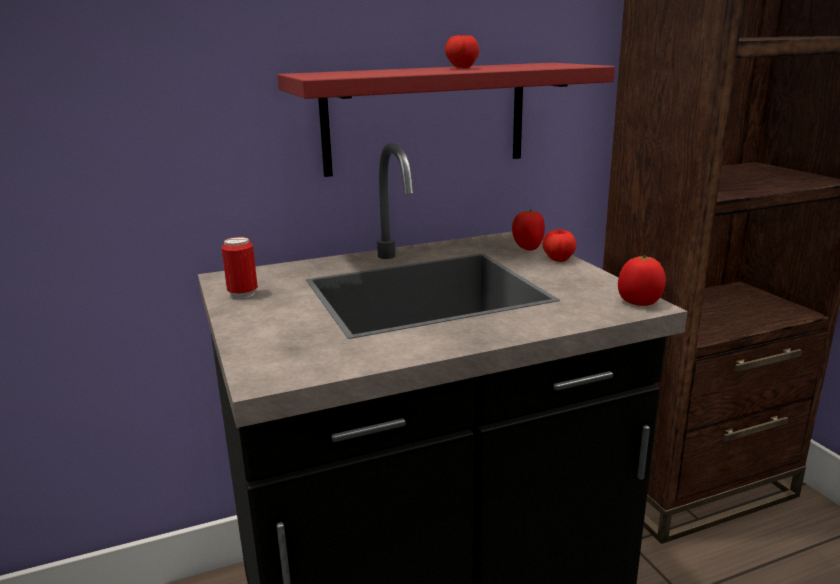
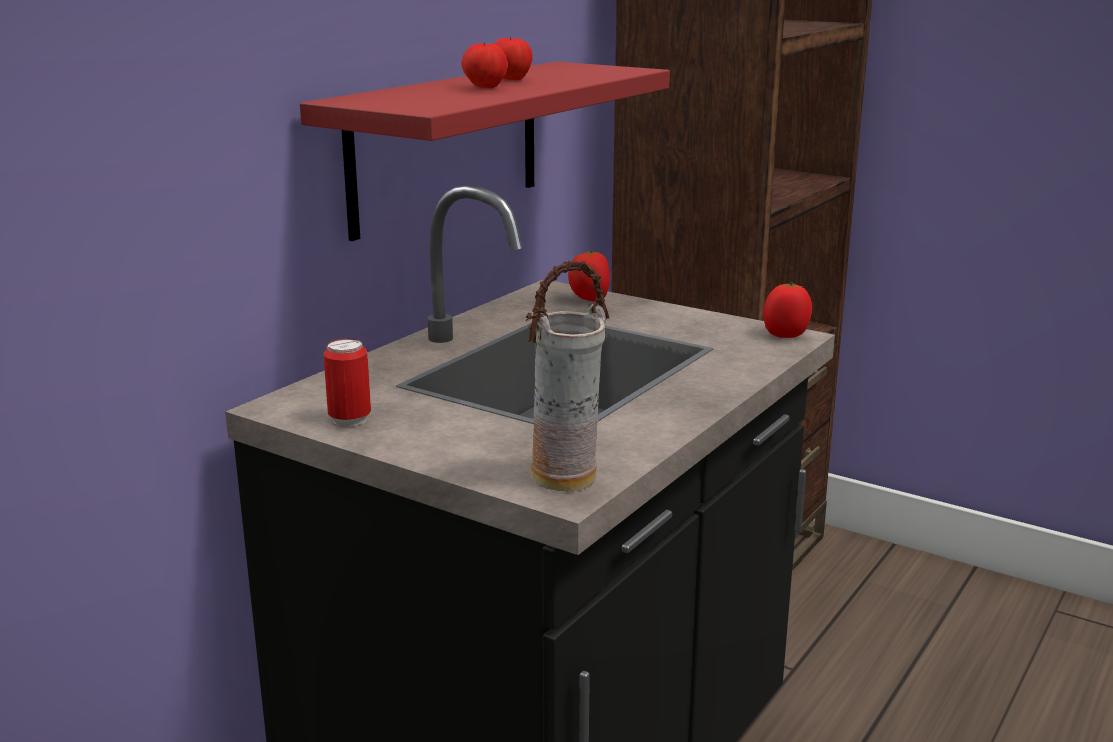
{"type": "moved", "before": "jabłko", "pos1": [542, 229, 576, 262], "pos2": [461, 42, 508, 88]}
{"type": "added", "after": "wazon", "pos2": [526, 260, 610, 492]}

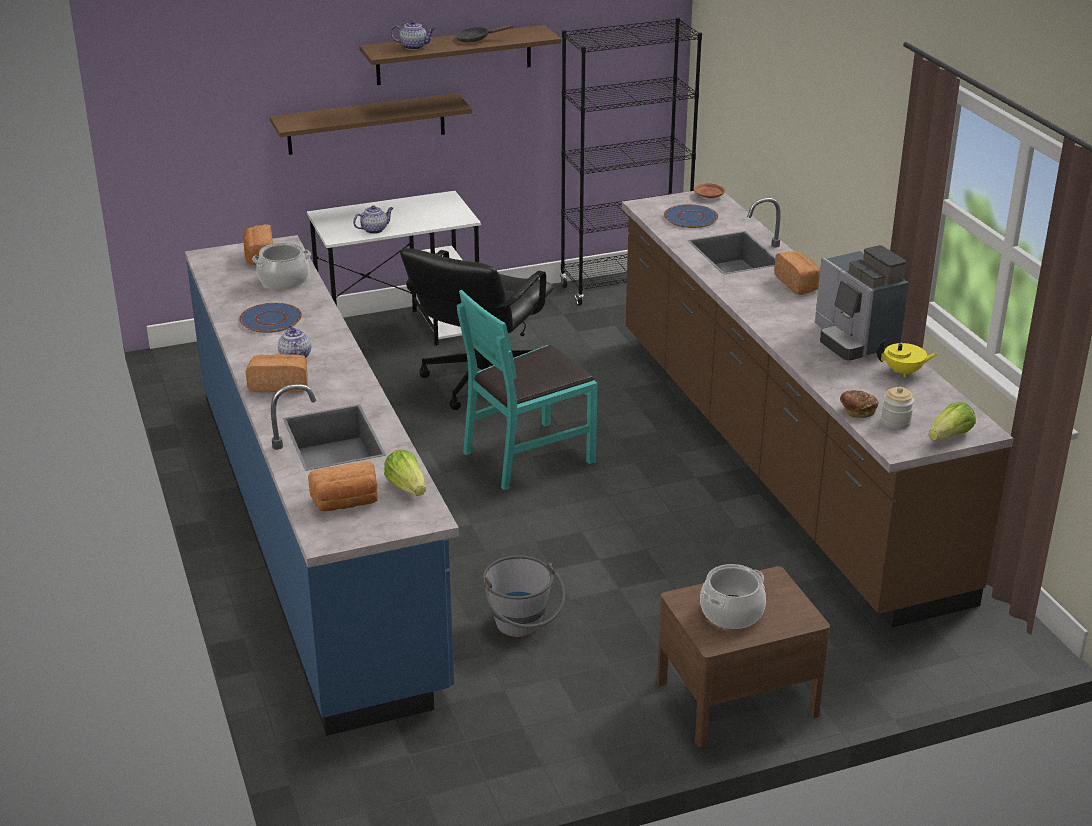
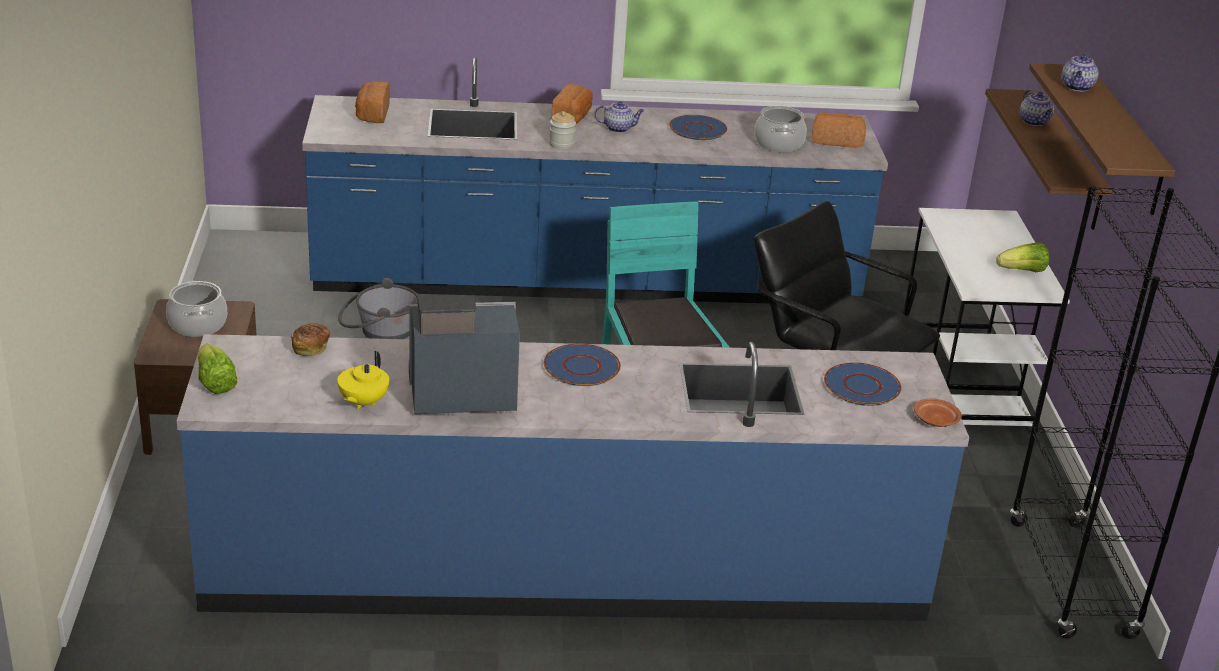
{"type": "moved", "before": "imbryk", "pos1": [353, 205, 393, 234], "pos2": [1020, 90, 1054, 126]}
{"type": "moved", "before": "sałata", "pos1": [384, 450, 426, 496], "pos2": [996, 243, 1049, 272]}
{"type": "removed", "before": "patelnia (czarny)", "pos1": [456, 25, 514, 43]}
{"type": "recoloured", "before": "zabudowa kuchenna (brązowy)", "after": "zabudowa kuchenna (niebieski)", "pos1": [622, 191, 1014, 628], "pos2": [177, 334, 969, 621]}
{"type": "removed", "before": "chleb", "pos1": [774, 251, 820, 295]}
{"type": "moved", "before": "słoik", "pos1": [881, 387, 914, 430], "pos2": [549, 111, 576, 149]}
{"type": "added", "after": "talerz (niebieski)", "pos2": [544, 344, 621, 386]}

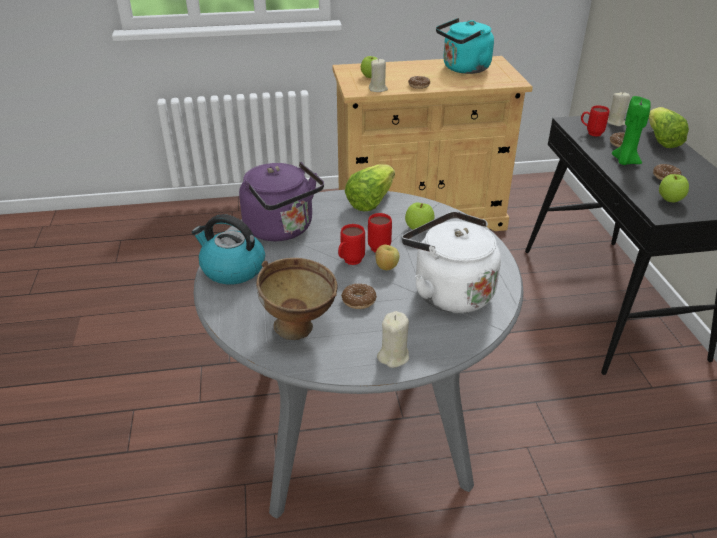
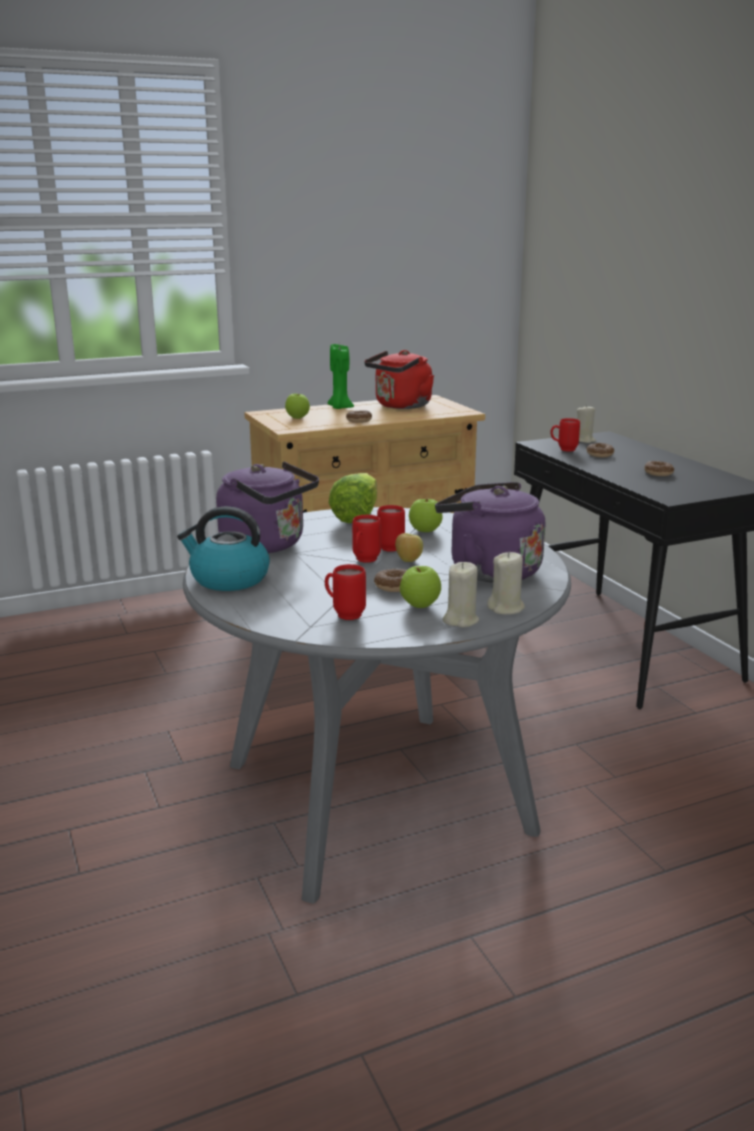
{"type": "replaced", "before": "miska (brązowy)", "after": "kubek (czerwony)", "pos1": [256, 258, 338, 340], "pos2": [325, 564, 366, 620]}
{"type": "moved", "before": "świeca (beżowy)", "pos1": [369, 58, 388, 92], "pos2": [487, 552, 525, 615]}
{"type": "recoloured", "before": "czajnik (biały)", "after": "czajnik (fioletowy)", "pos1": [402, 212, 501, 313], "pos2": [435, 482, 545, 583]}
{"type": "recoloured", "before": "czajnik (turkusowy)", "after": "czajnik (czerwony)", "pos1": [436, 18, 494, 74], "pos2": [364, 350, 434, 409]}
{"type": "moved", "before": "świeca (zielony)", "pos1": [612, 96, 651, 165], "pos2": [328, 344, 354, 409]}
{"type": "removed", "before": "sałata", "pos1": [648, 107, 689, 148]}
{"type": "moved", "before": "jabłko", "pos1": [659, 174, 689, 202], "pos2": [400, 566, 441, 608]}

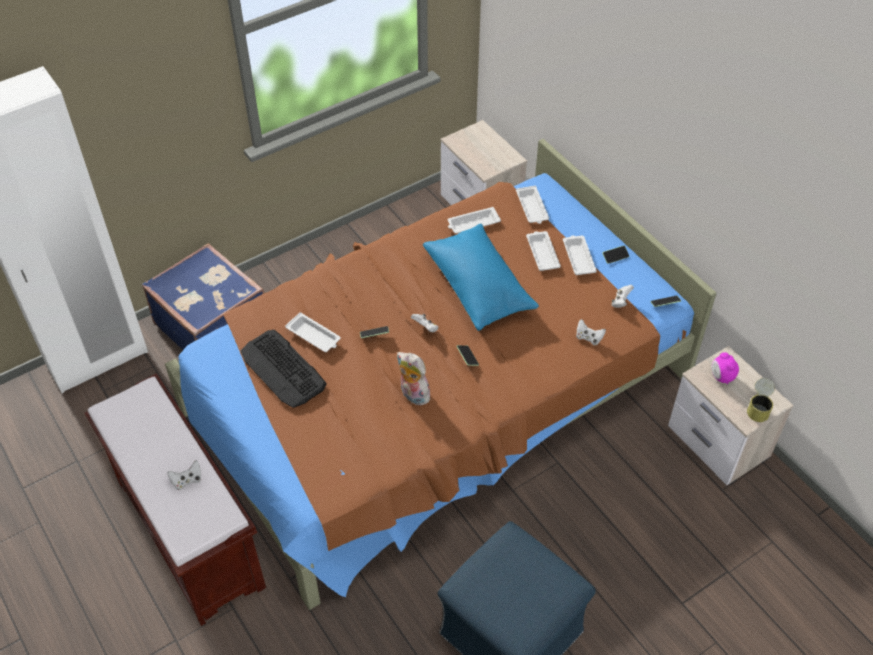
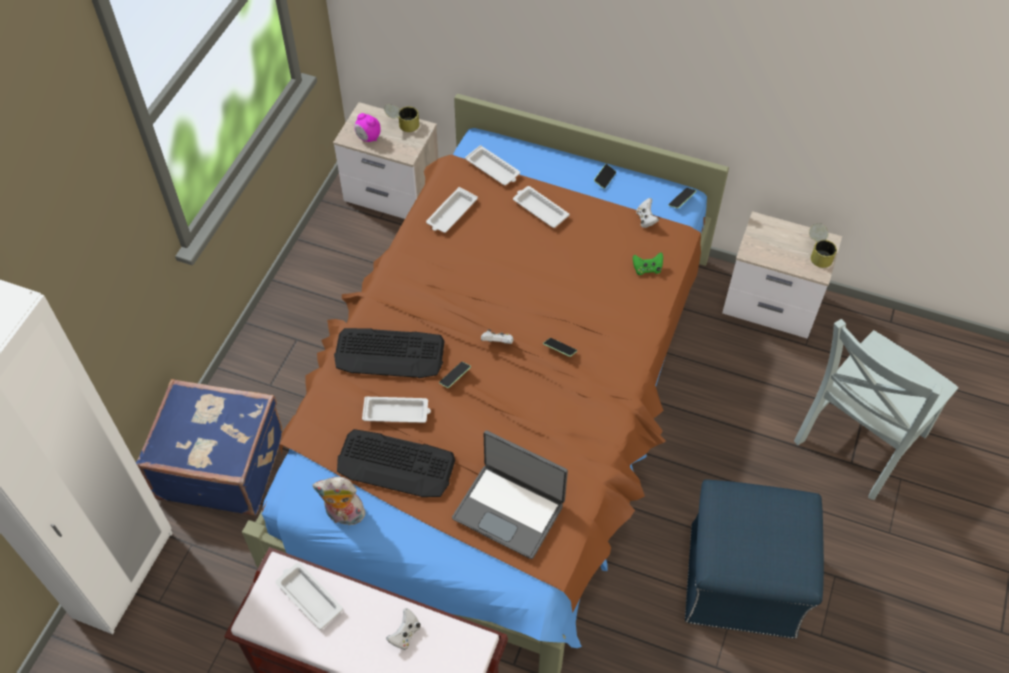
{"type": "moved", "before": "pluszak", "pos1": [397, 352, 430, 405], "pos2": [313, 477, 367, 526]}
{"type": "removed", "before": "poduszka (niebieski)", "pos1": [423, 224, 539, 331]}
{"type": "moved", "before": "taca (biały)", "pos1": [563, 235, 597, 275], "pos2": [276, 563, 343, 630]}
{"type": "recoloured", "before": "pad do gier (biały)", "after": "pad do gier (zielony)", "pos1": [576, 319, 606, 345], "pos2": [633, 252, 663, 275]}
{"type": "moved", "before": "budzik", "pos1": [711, 352, 739, 384], "pos2": [355, 113, 381, 142]}
{"type": "added", "after": "klawiatura", "pos2": [334, 328, 444, 378]}
{"type": "added", "after": "puszka", "pos2": [384, 104, 420, 132]}
{"type": "added", "after": "laptop", "pos2": [452, 430, 568, 559]}
{"type": "added", "after": "krzesło (szary)", "pos2": [794, 319, 959, 500]}

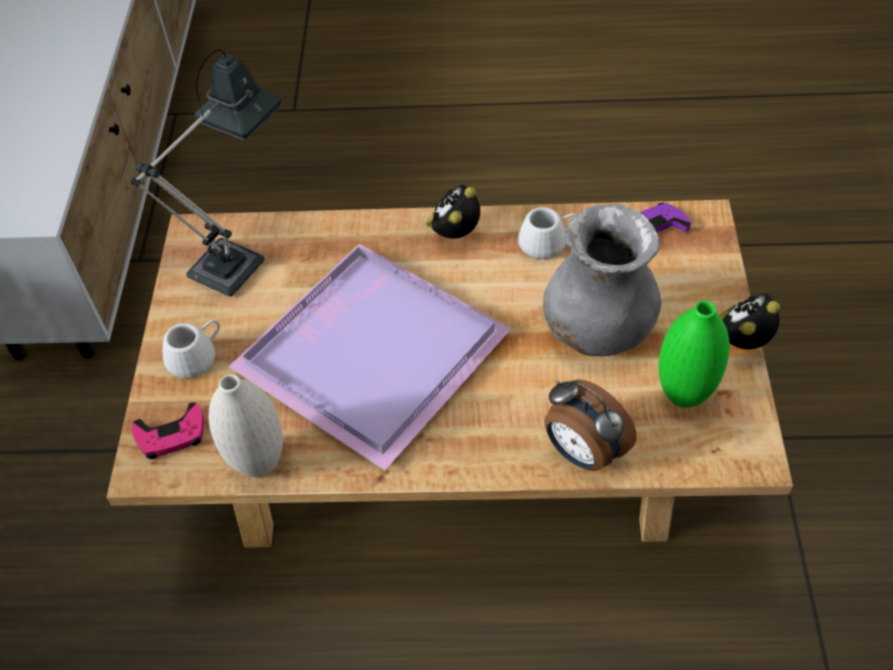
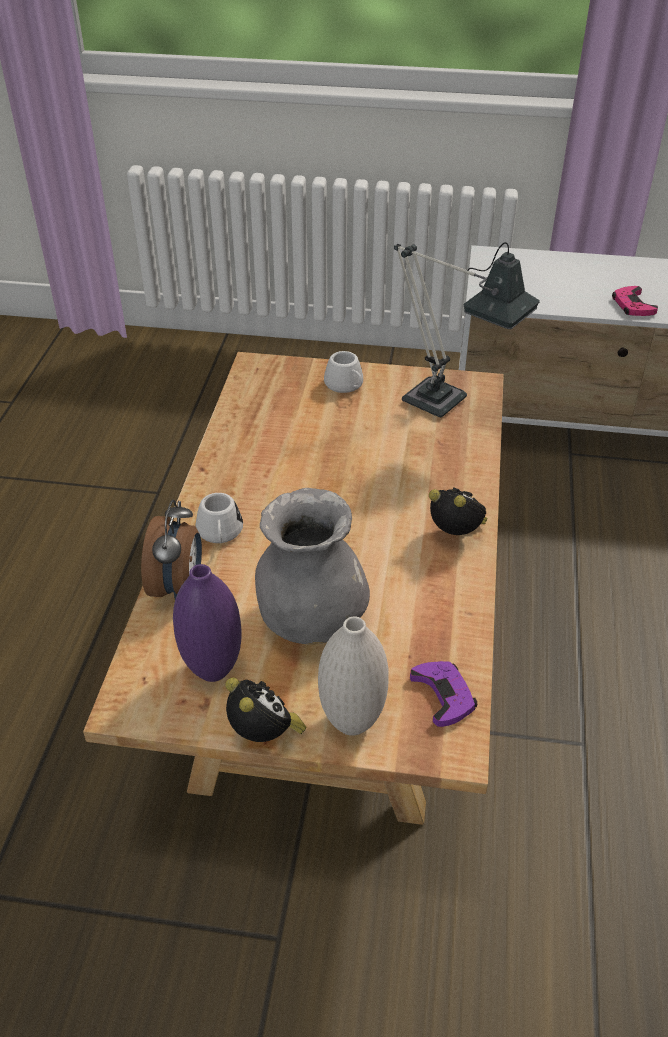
{"type": "moved", "before": "pad do gier (różowy)", "pos1": [132, 402, 204, 459], "pos2": [612, 286, 658, 316]}
{"type": "moved", "before": "wazon (biały)", "pos1": [208, 374, 283, 477], "pos2": [318, 617, 389, 736]}
{"type": "removed", "before": "taca (fioletowy)", "pos1": [229, 244, 511, 470]}
{"type": "moved", "before": "kubek (biały)", "pos1": [518, 207, 576, 259], "pos2": [196, 493, 243, 543]}
{"type": "turned", "before": "budzik", "pos1": [544, 379, 637, 471], "pos2": [141, 500, 202, 599], "turn": 135}
{"type": "recoloured", "before": "wazon (zielony)", "after": "wazon (fioletowy)", "pos1": [659, 301, 730, 408], "pos2": [173, 564, 241, 682]}

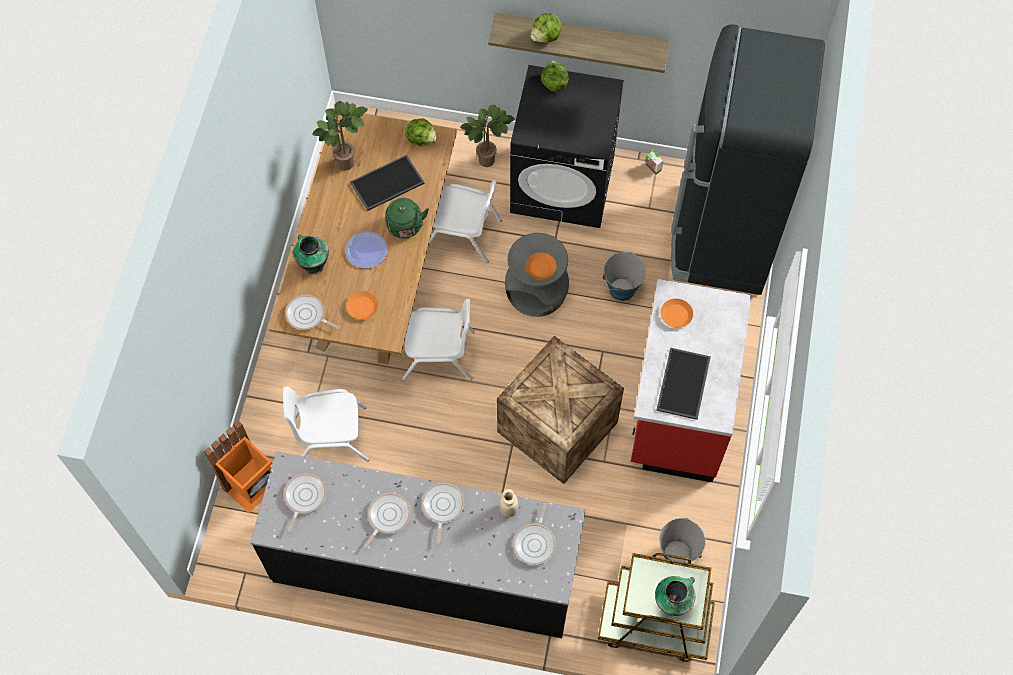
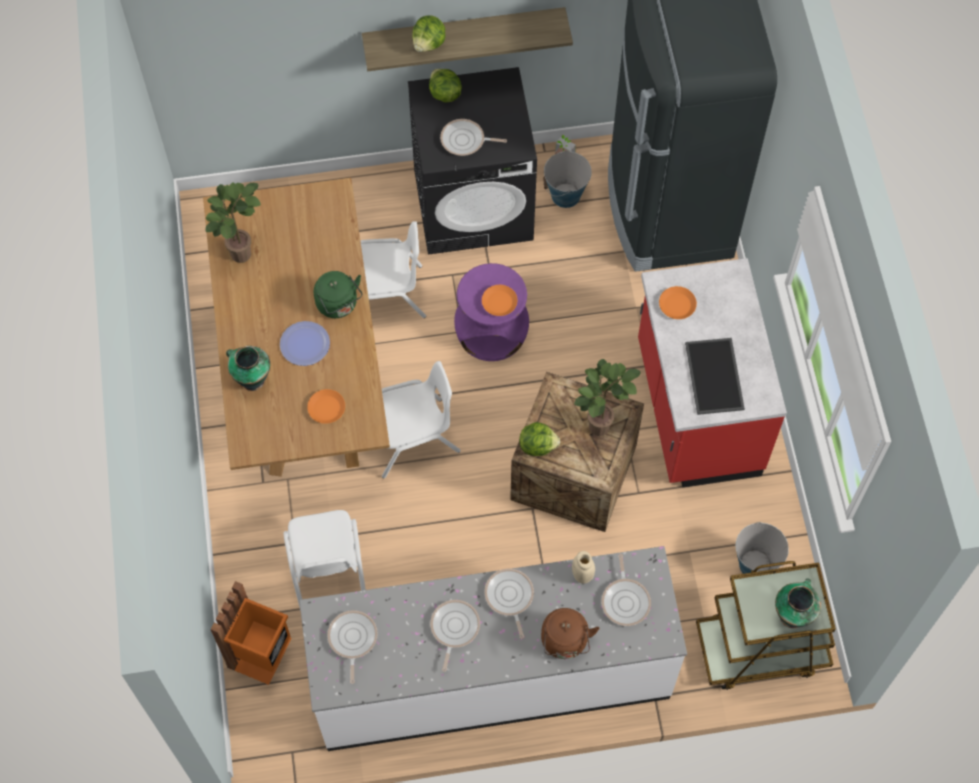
{"type": "recoloured", "before": "zabudowa kuchenna (czarny)", "after": "zabudowa kuchenna (biały)", "pos1": [250, 451, 586, 638], "pos2": [299, 546, 687, 751]}
{"type": "turned", "before": "krzesło (biały)", "pos1": [283, 387, 369, 462], "pos2": [283, 510, 366, 611], "turn": -75}
{"type": "moved", "before": "patelnia", "pos1": [285, 295, 340, 330], "pos2": [440, 119, 507, 156]}
{"type": "removed", "before": "taca", "pos1": [350, 155, 425, 211]}
{"type": "moved", "before": "sałata", "pos1": [405, 119, 437, 146], "pos2": [519, 422, 560, 456]}
{"type": "moved", "before": "roślina doniczkowa", "pos1": [460, 105, 515, 167], "pos2": [574, 359, 641, 436]}
{"type": "recoloured", "before": "stołek (szary)", "after": "stołek (fioletowy)", "pos1": [505, 233, 569, 317], "pos2": [454, 263, 529, 361]}
{"type": "moved", "before": "wiadro", "pos1": [602, 252, 646, 301], "pos2": [543, 150, 592, 208]}
{"type": "added", "after": "czajnik (brązowy)", "pos2": [541, 608, 599, 659]}

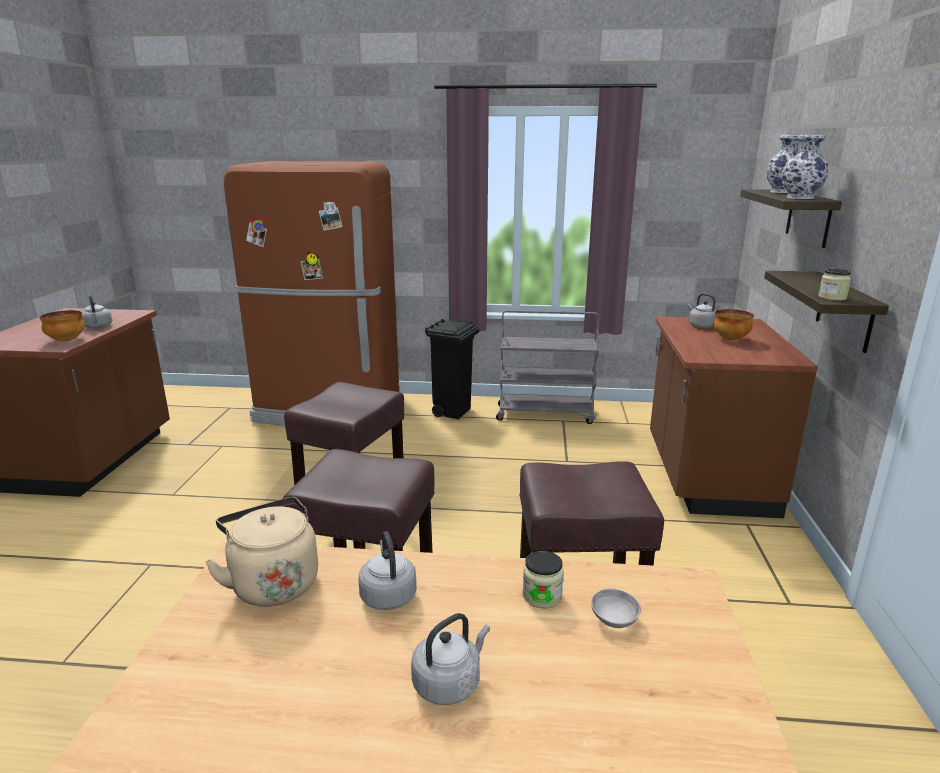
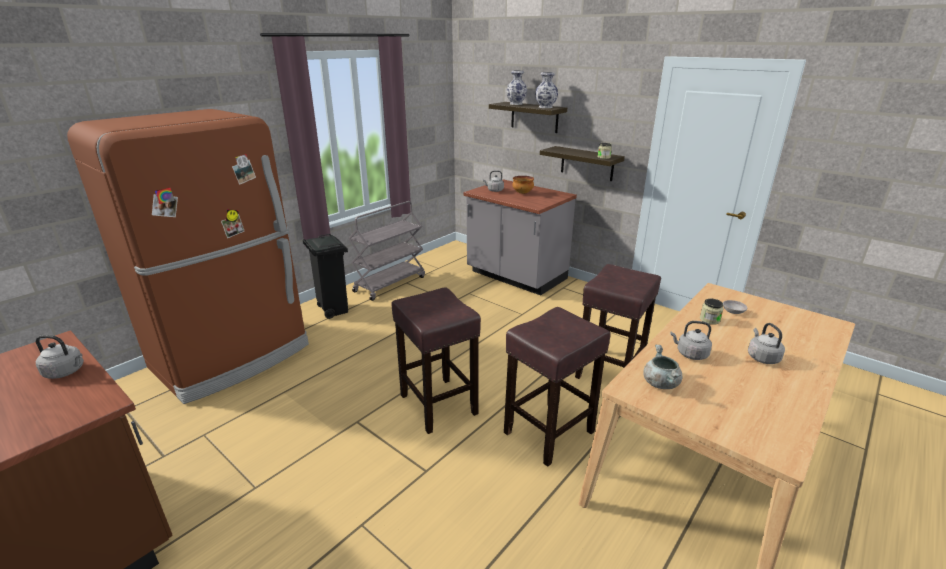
{"type": "removed", "before": "miska", "pos1": [40, 310, 85, 341]}
{"type": "replaced", "before": "czajnik (beżowy)", "after": "garnek (szary)", "pos1": [205, 497, 318, 606], "pos2": [643, 345, 682, 389]}
{"type": "recoloured", "before": "zabudowa kuchenna (brązowy)", "after": "zabudowa kuchenna (szary)", "pos1": [650, 317, 818, 518], "pos2": [463, 179, 577, 296]}

